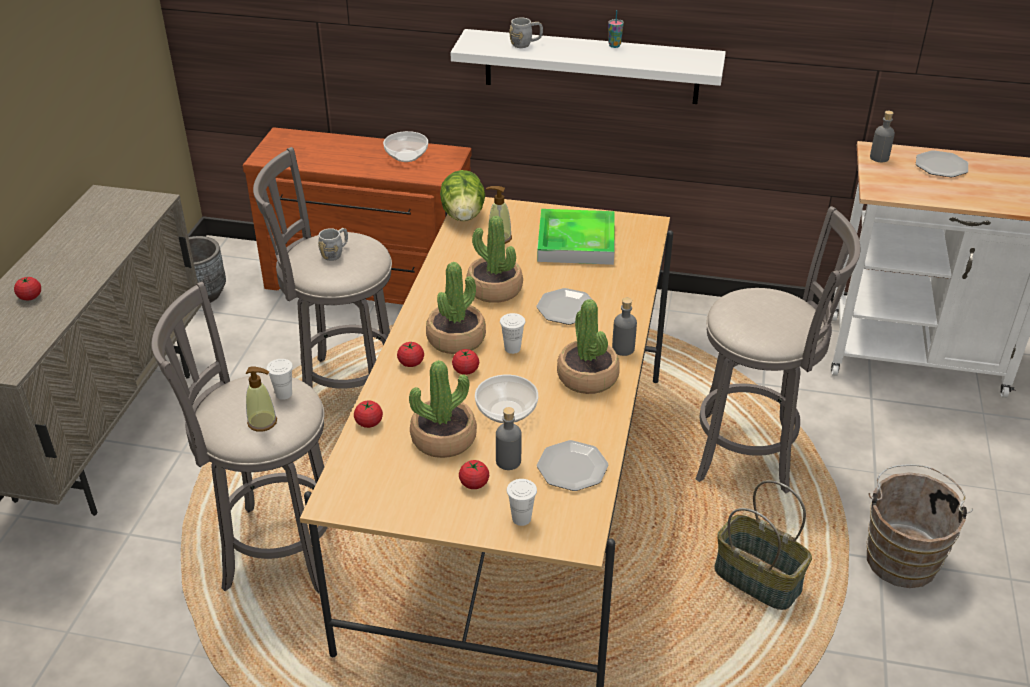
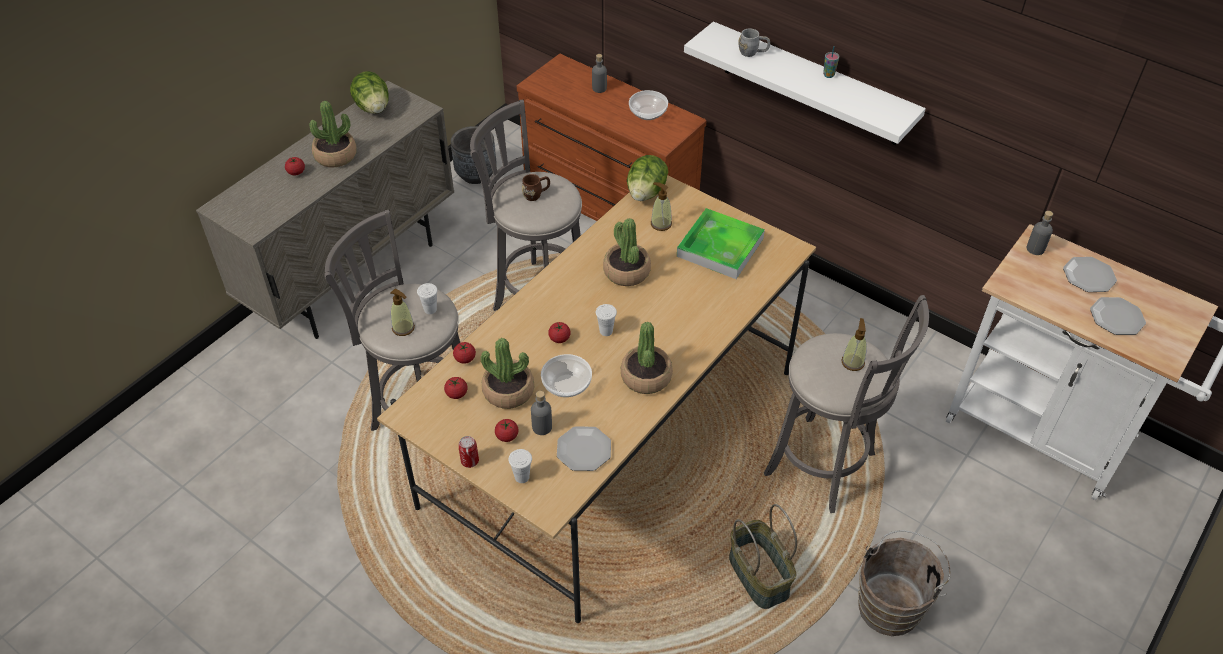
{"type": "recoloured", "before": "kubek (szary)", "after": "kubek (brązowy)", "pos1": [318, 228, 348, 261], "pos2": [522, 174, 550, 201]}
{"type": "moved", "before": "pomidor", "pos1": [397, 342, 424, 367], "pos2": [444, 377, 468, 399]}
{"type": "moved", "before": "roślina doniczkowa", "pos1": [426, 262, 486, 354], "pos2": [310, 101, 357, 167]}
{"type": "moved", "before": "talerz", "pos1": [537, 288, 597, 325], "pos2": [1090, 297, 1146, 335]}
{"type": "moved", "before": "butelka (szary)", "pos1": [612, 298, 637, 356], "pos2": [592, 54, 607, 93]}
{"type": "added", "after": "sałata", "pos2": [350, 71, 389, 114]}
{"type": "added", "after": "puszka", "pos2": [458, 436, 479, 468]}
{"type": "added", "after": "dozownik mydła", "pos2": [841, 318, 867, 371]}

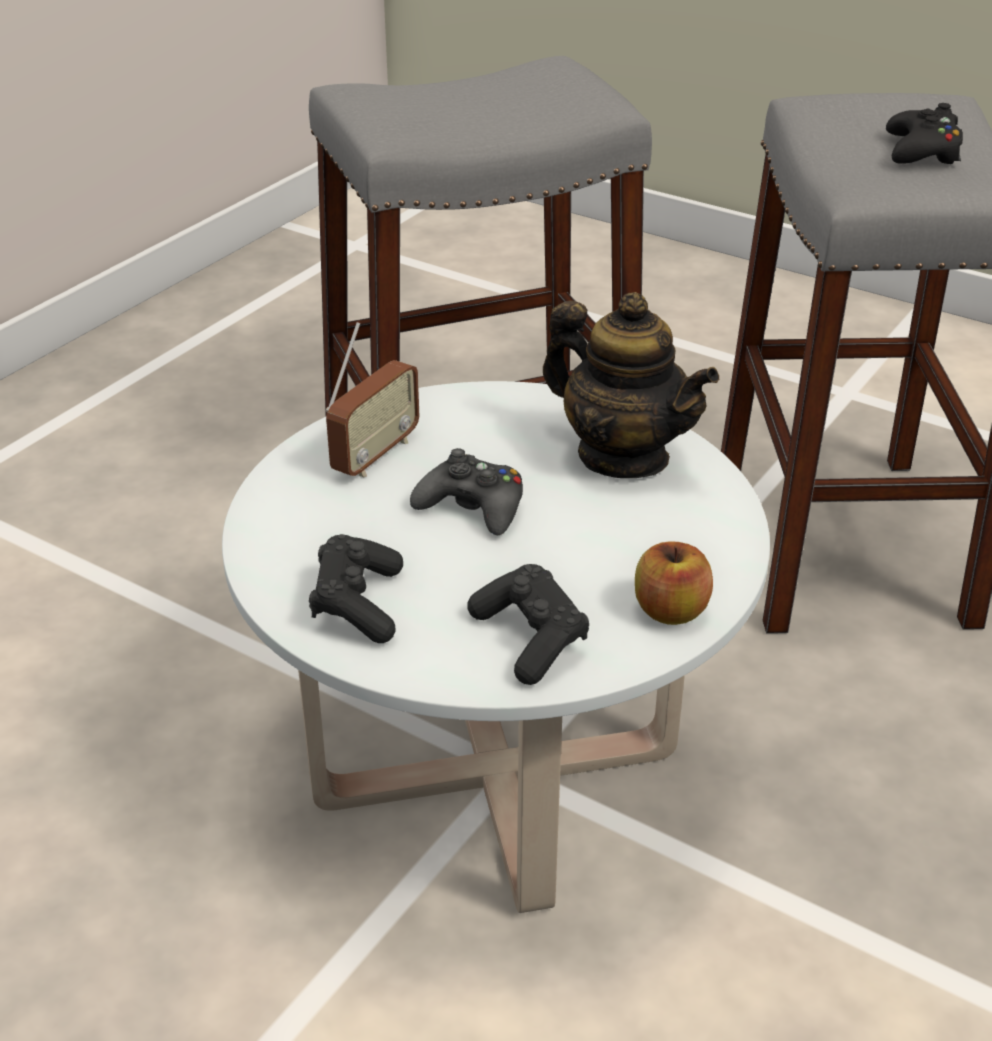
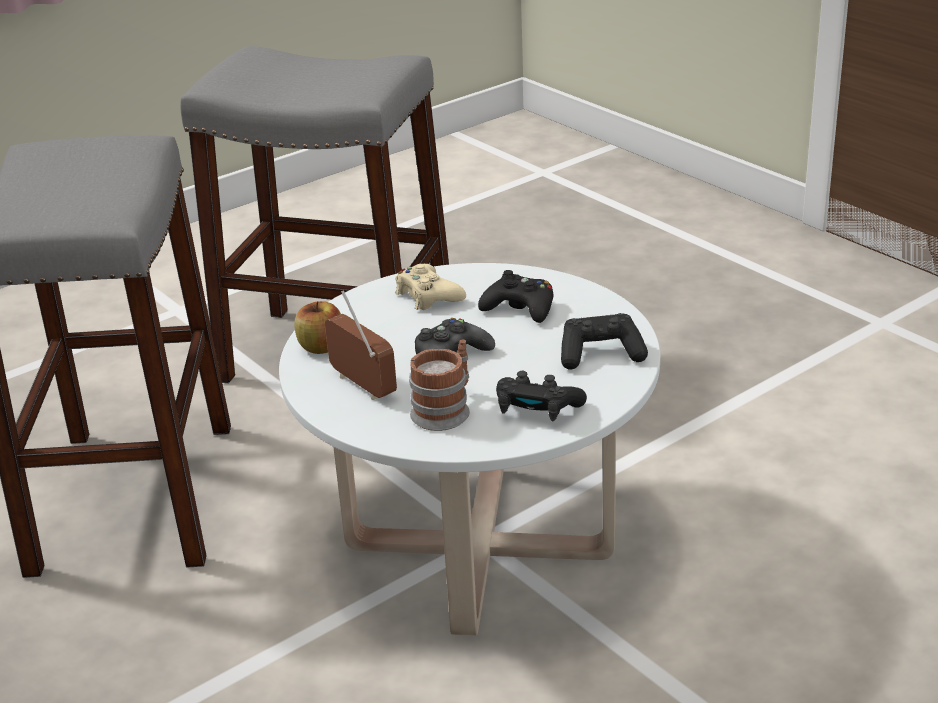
{"type": "replaced", "before": "imbryk", "after": "pad do gier (beżowy)", "pos1": [543, 292, 719, 478], "pos2": [395, 264, 466, 310]}
{"type": "moved", "before": "jabłko", "pos1": [635, 541, 713, 625], "pos2": [294, 301, 341, 354]}
{"type": "moved", "before": "pad do gier (czarny)", "pos1": [886, 103, 963, 164], "pos2": [478, 270, 553, 323]}
{"type": "added", "after": "kubek", "pos2": [409, 340, 470, 431]}

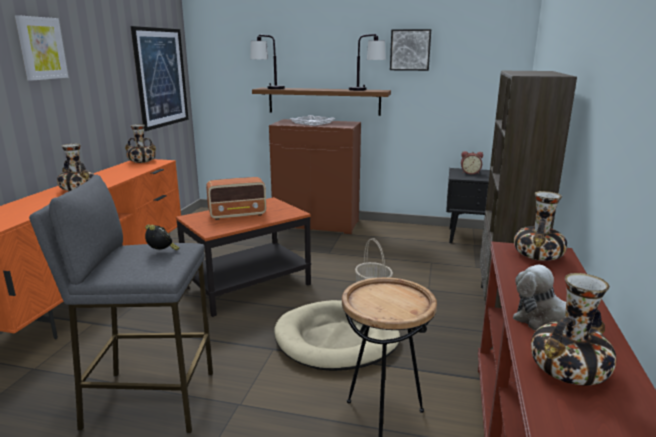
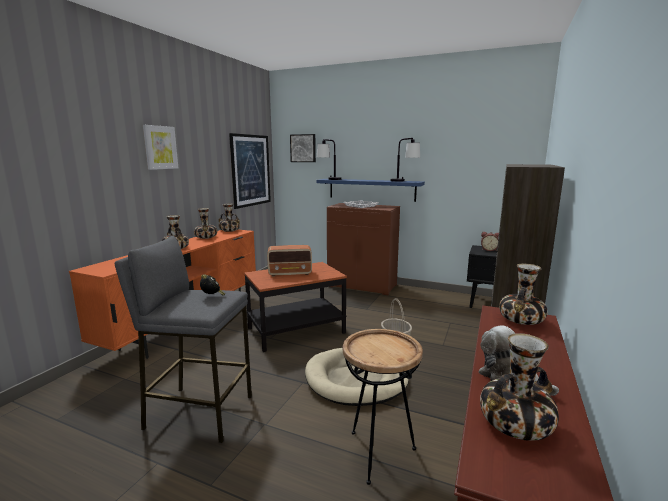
{"type": "recoloured", "before": "półka (brązowy)", "after": "półka (niebieski)", "pos1": [252, 88, 391, 116], "pos2": [316, 179, 425, 202]}
{"type": "moved", "before": "obraz", "pos1": [390, 29, 431, 71], "pos2": [290, 134, 316, 162]}
{"type": "added", "after": "wazon", "pos2": [194, 208, 217, 239]}

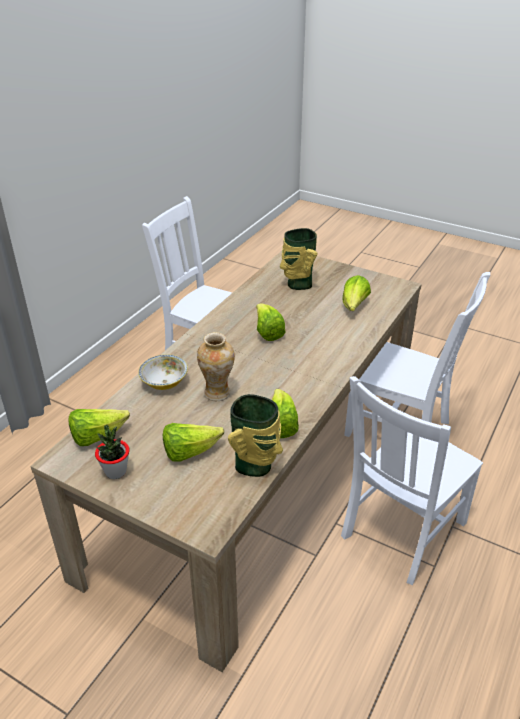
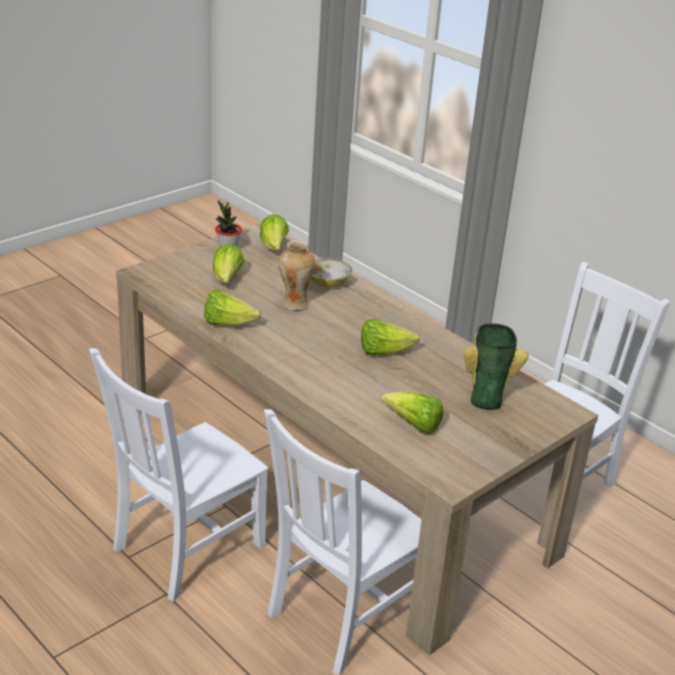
{"type": "removed", "before": "wazon", "pos1": [228, 394, 283, 477]}
{"type": "turned", "before": "krzesło (biały)", "pos1": [341, 376, 483, 585], "pos2": [89, 348, 268, 602], "turn": -105}

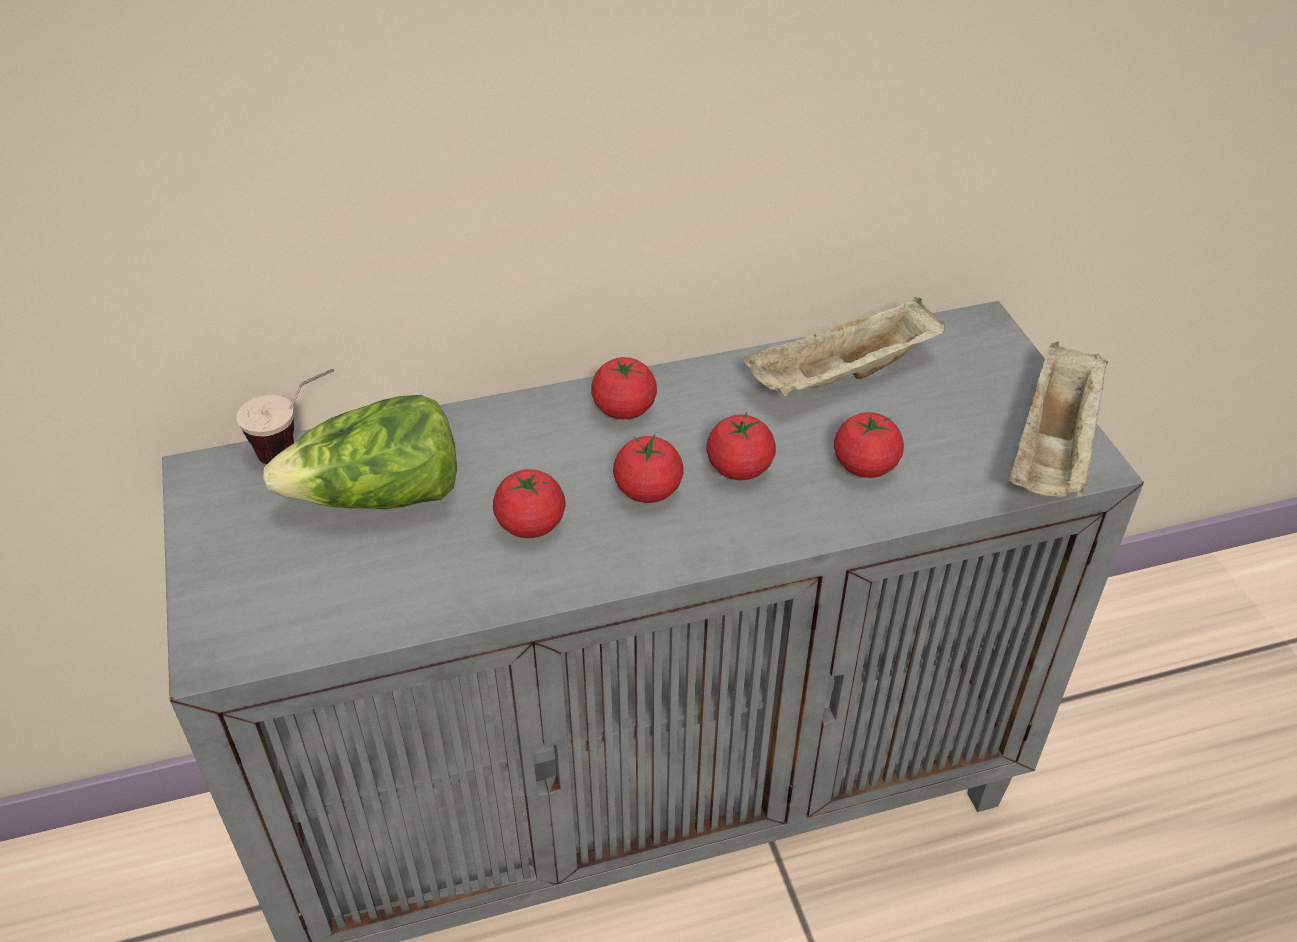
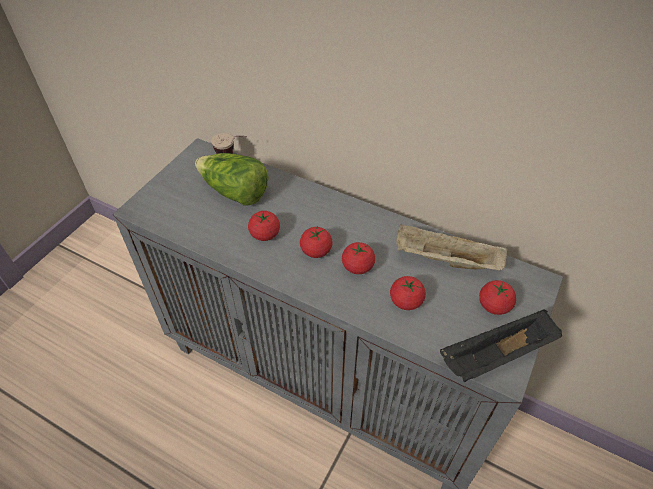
{"type": "moved", "before": "pomidor", "pos1": [591, 357, 657, 419], "pos2": [479, 280, 516, 315]}
{"type": "recoloured", "before": "taca (beżowy)", "after": "taca (czarny)", "pos1": [1010, 342, 1109, 497], "pos2": [440, 309, 562, 382]}

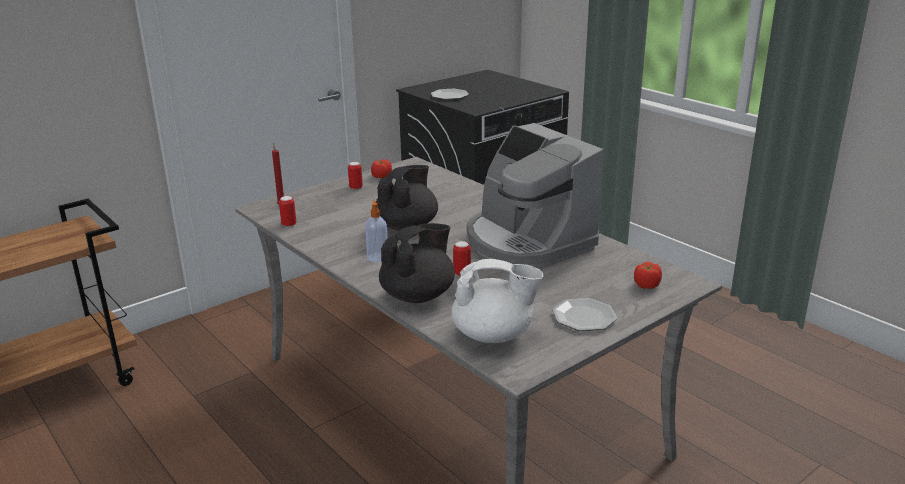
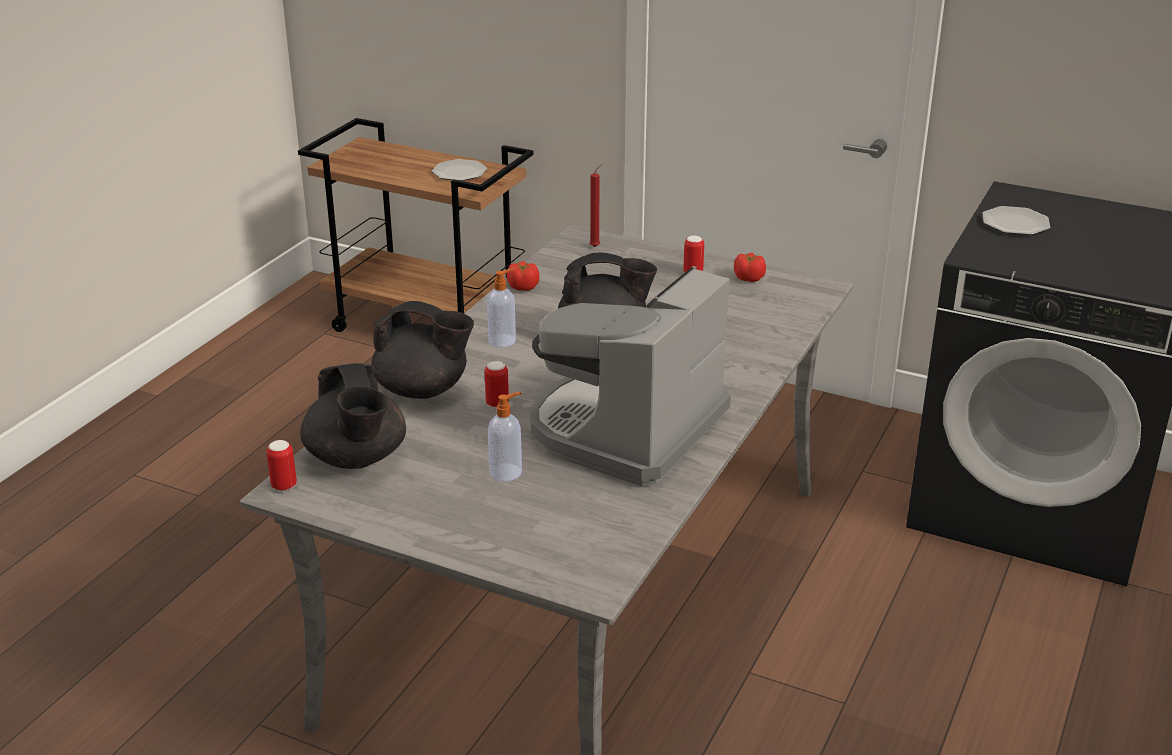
{"type": "moved", "before": "puszka", "pos1": [279, 196, 296, 227], "pos2": [266, 440, 297, 491]}
{"type": "recoloured", "before": "imbryk (biały)", "after": "imbryk (czarny)", "pos1": [451, 259, 543, 343], "pos2": [300, 363, 406, 469]}
{"type": "moved", "before": "talerz", "pos1": [552, 298, 617, 331], "pos2": [432, 159, 487, 181]}
{"type": "moved", "before": "pomidor", "pos1": [634, 262, 662, 289], "pos2": [507, 261, 539, 291]}
{"type": "added", "after": "dozownik mydła", "pos2": [488, 392, 522, 481]}

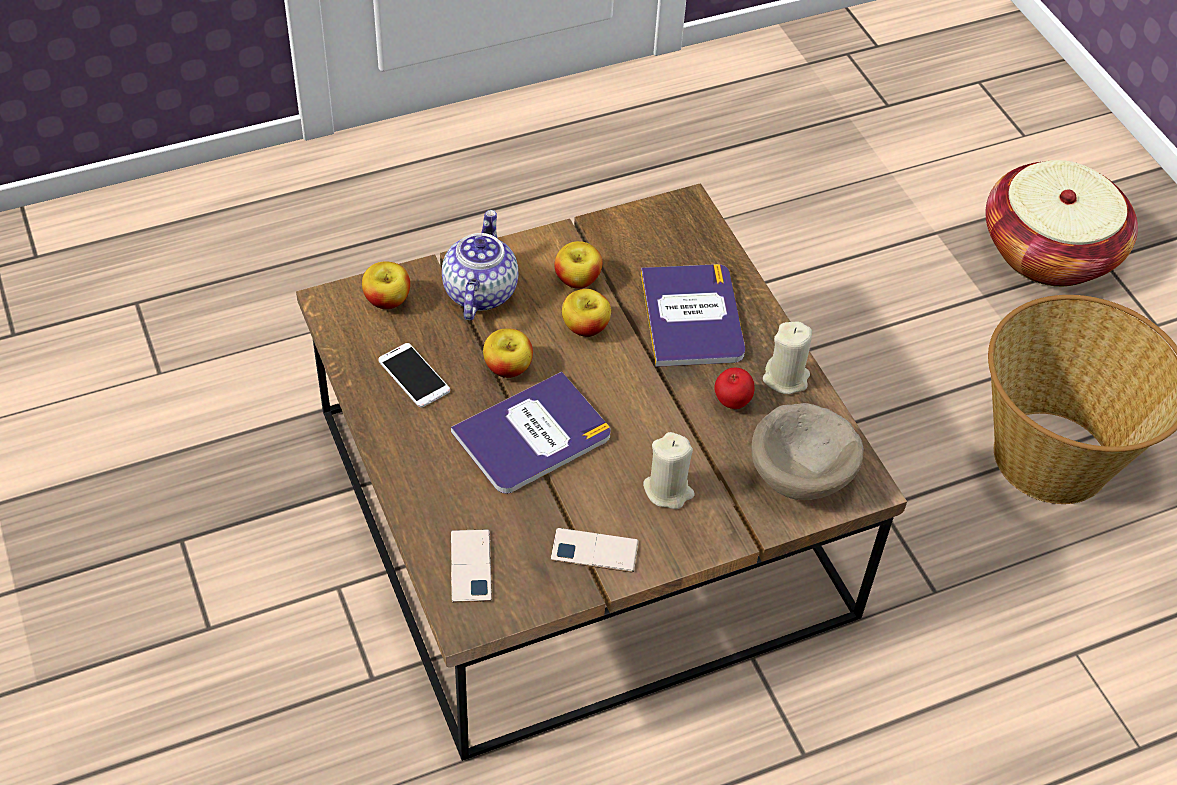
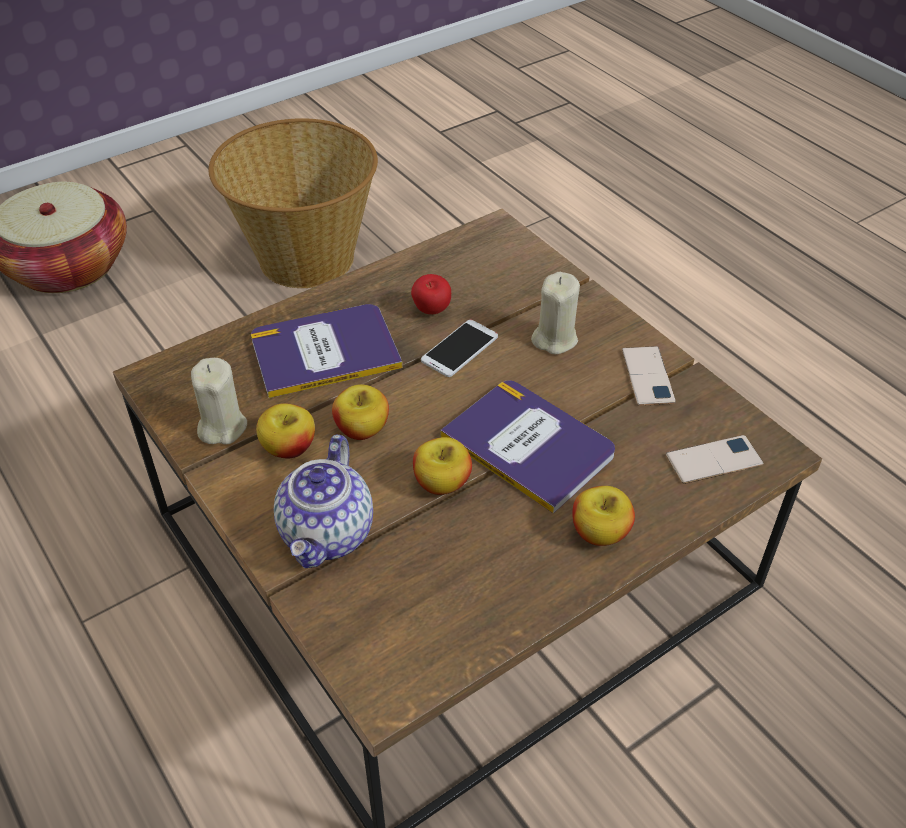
{"type": "moved", "before": "jabłko", "pos1": [362, 261, 410, 309], "pos2": [572, 486, 635, 546]}
{"type": "moved", "before": "telefon", "pos1": [378, 343, 450, 408], "pos2": [421, 320, 498, 377]}
{"type": "turned", "before": "imbryk", "pos1": [442, 210, 518, 320], "pos2": [274, 435, 373, 568], "turn": -75}
{"type": "removed", "before": "miska (beżowy)", "pos1": [751, 403, 864, 500]}
{"type": "moved", "before": "świeca (beżowy)", "pos1": [763, 322, 812, 394], "pos2": [191, 358, 247, 445]}

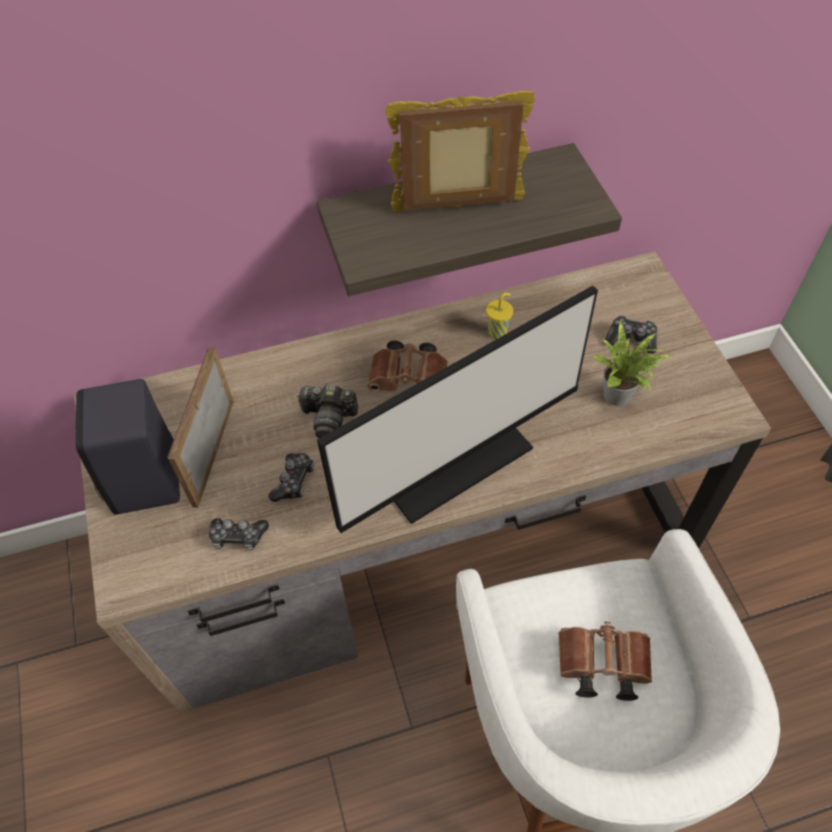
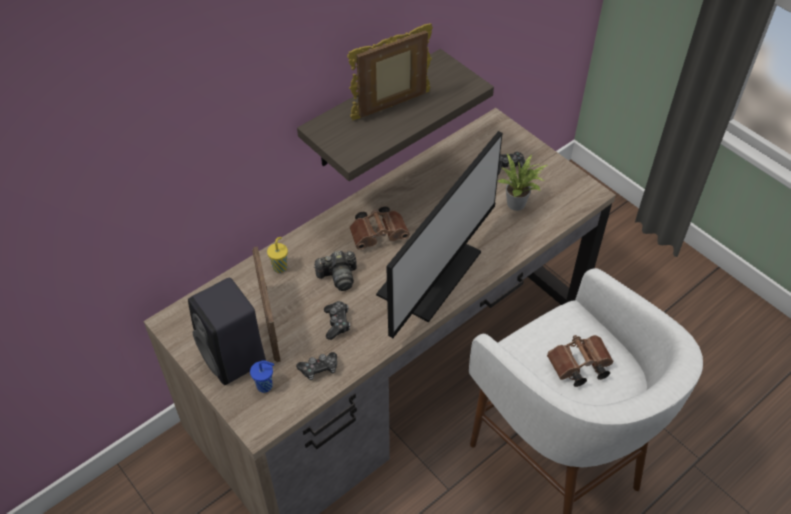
{"type": "moved", "before": "filiżanka (żółty)", "pos1": [486, 293, 513, 339], "pos2": [267, 237, 288, 273]}
{"type": "added", "after": "filiżanka (niebieski)", "pos2": [250, 360, 274, 393]}

